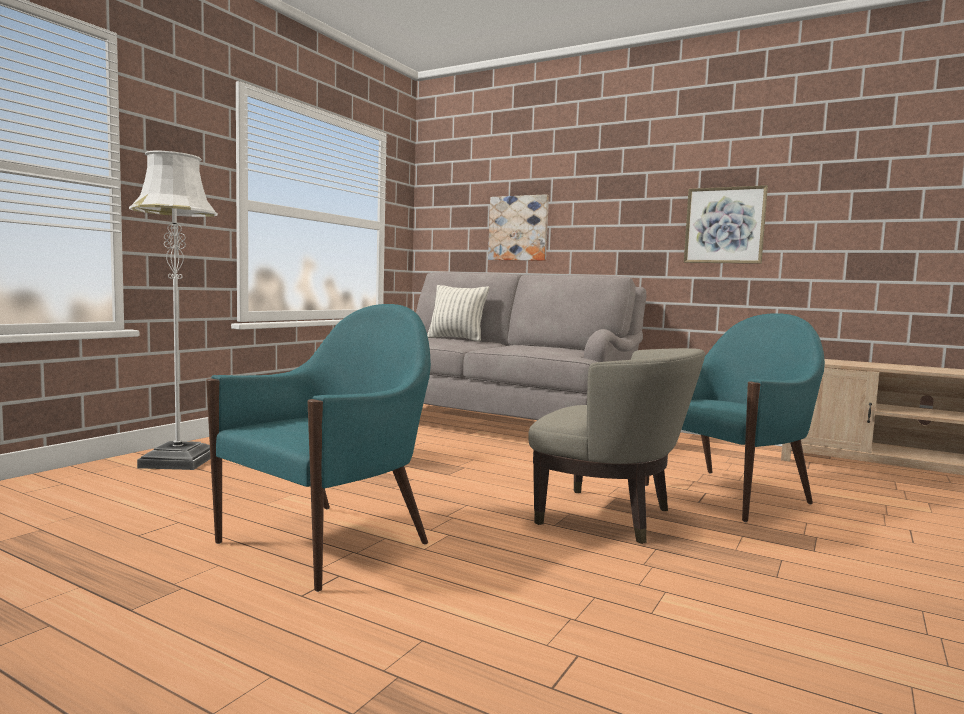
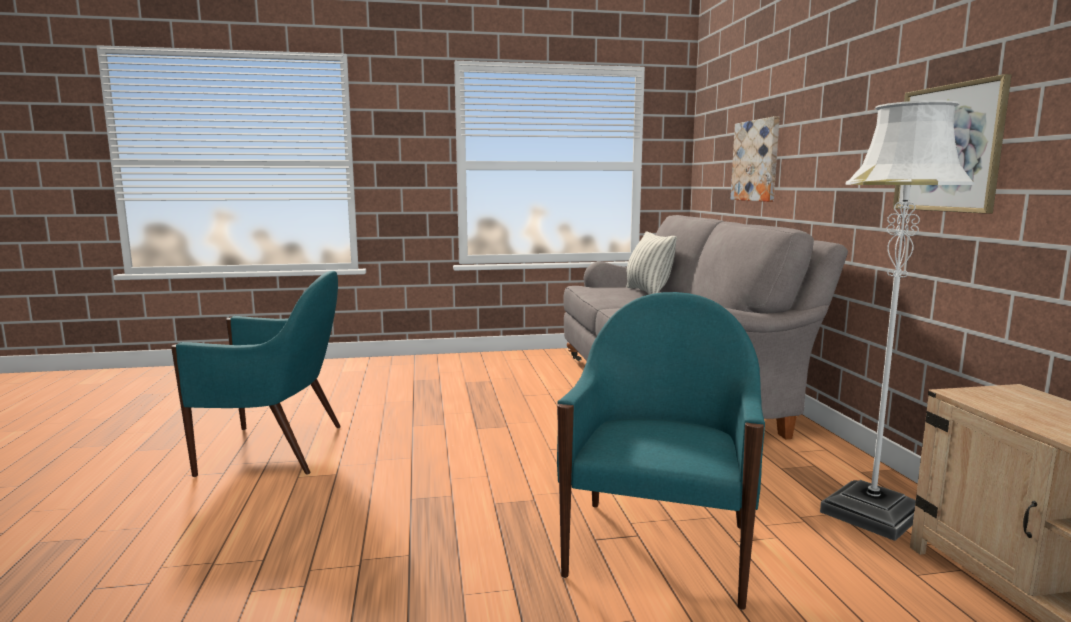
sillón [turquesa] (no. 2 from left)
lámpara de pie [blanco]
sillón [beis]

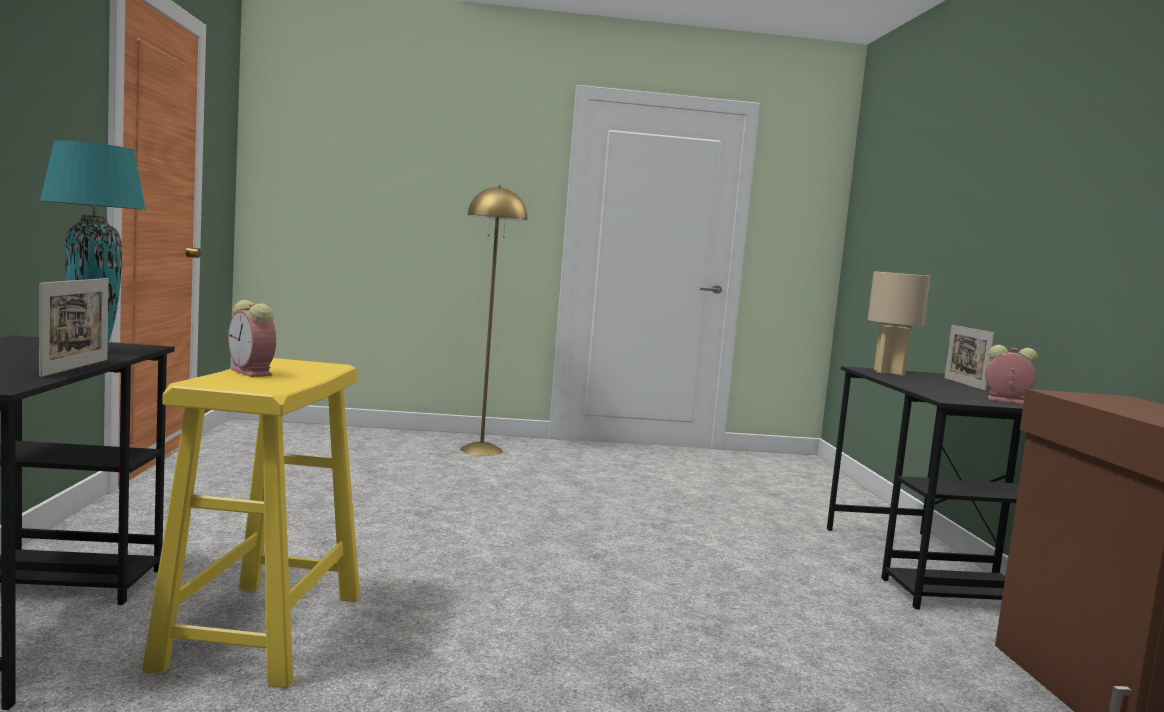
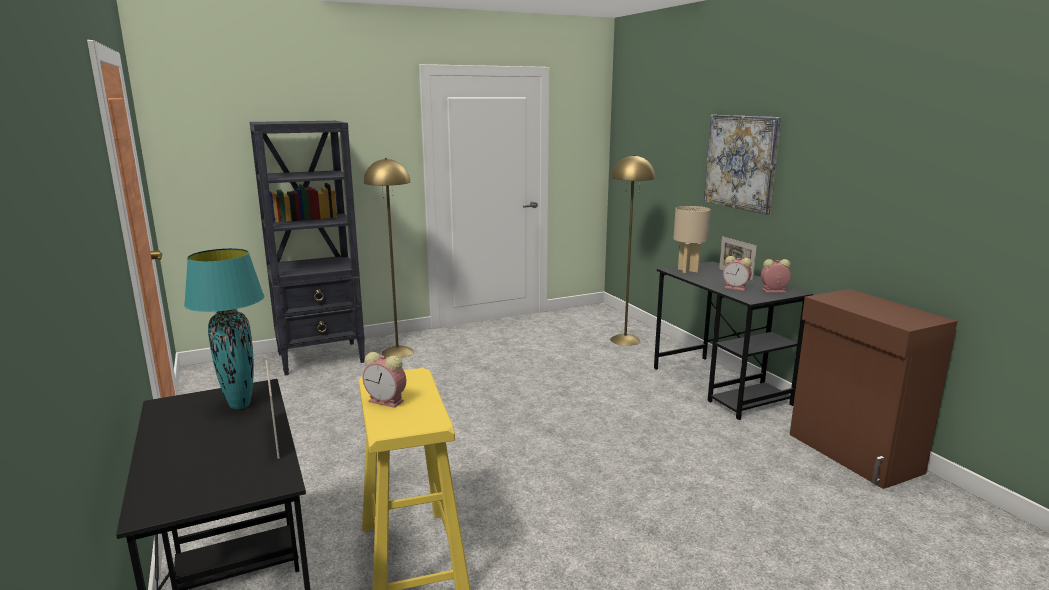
estantería [negro]
lámpara de pie [amarillo] (no. 2 from left)
cuadro
despertador (no. 2 from left)

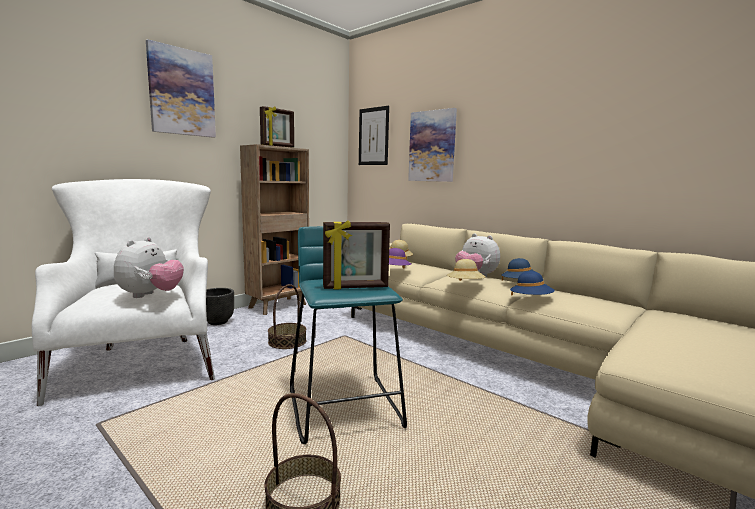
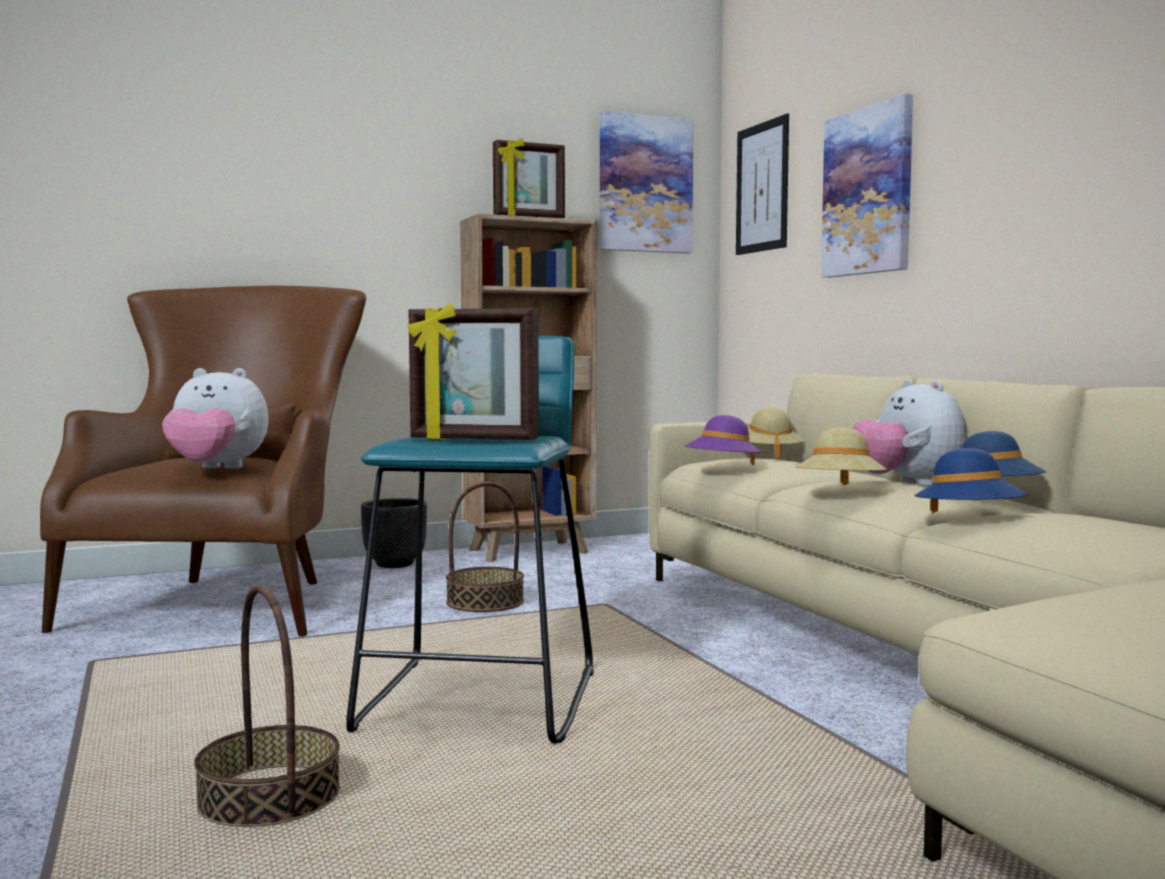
sillón [marrón]
peluche (no. 1 from left)
cuadro (no. 1 from left)

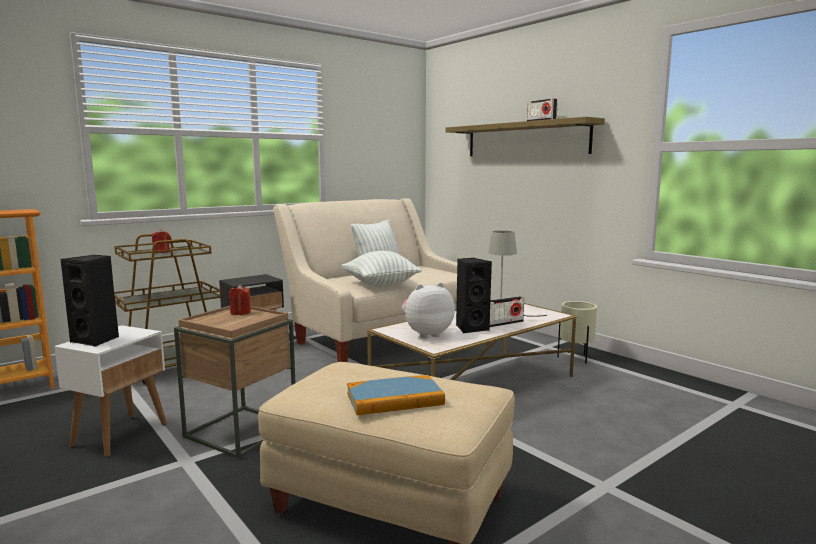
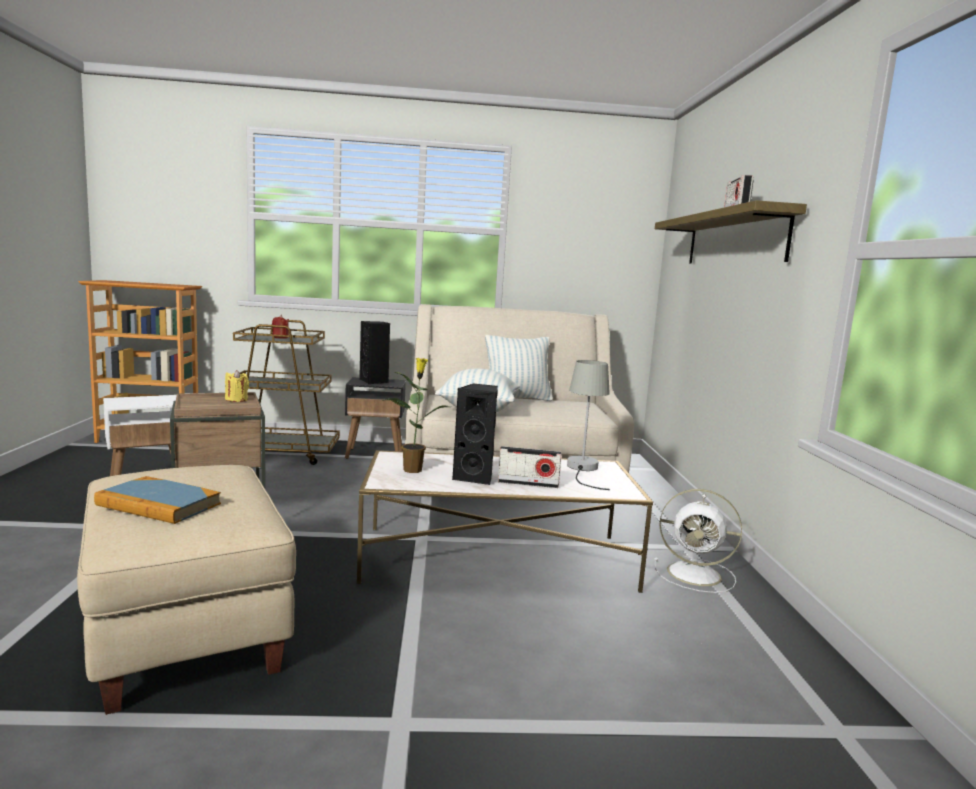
vela [amarillo]
altavoz [negro] (no. 1 from left)
planta en maceta
ventilador [blanco]

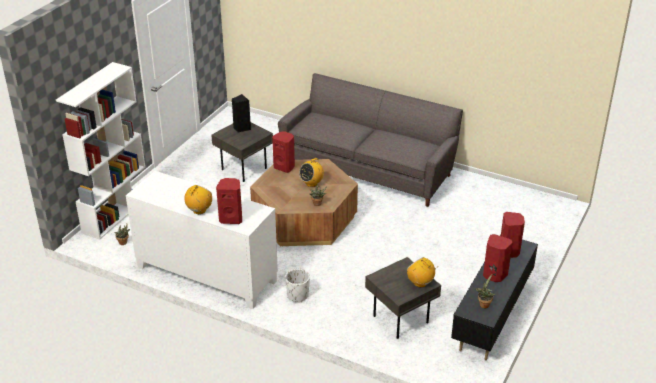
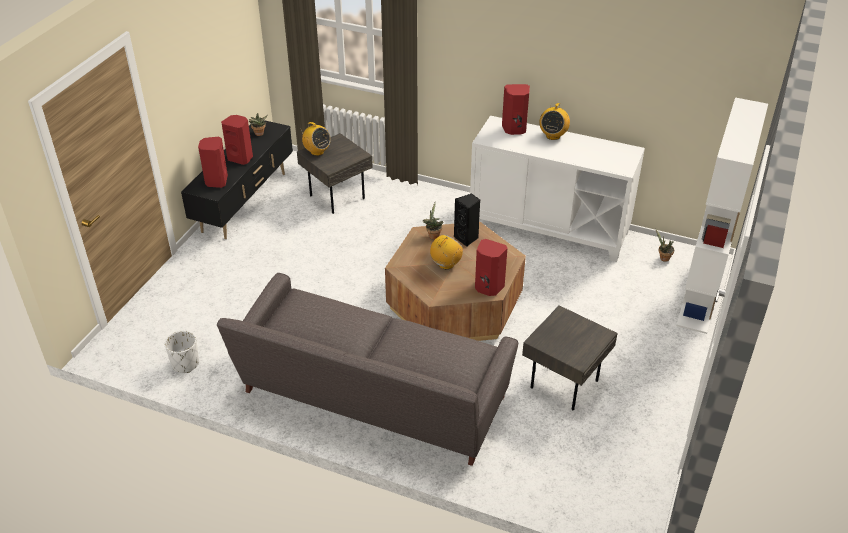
maceta [blanco]
altavoz [negro]

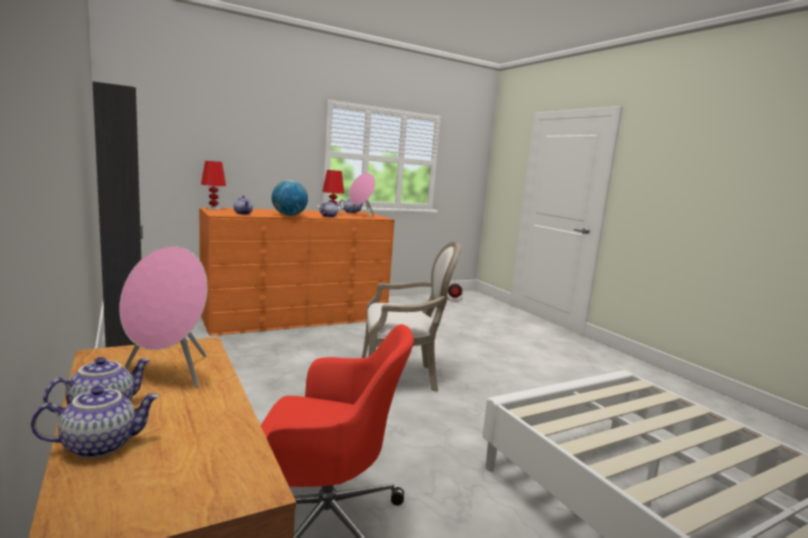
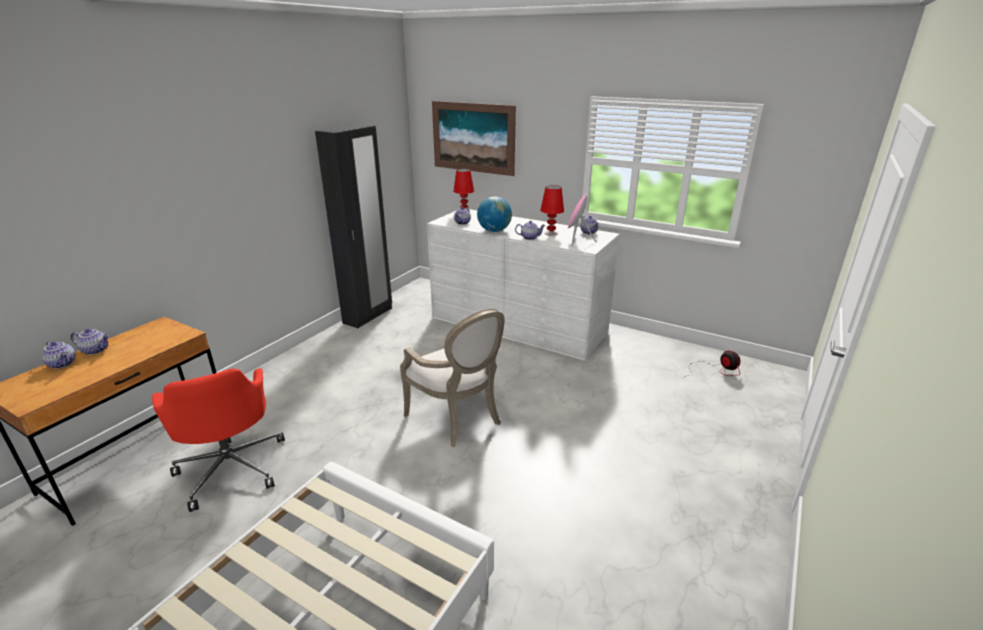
cómoda [blanco]
cuadro
altavoz [rosa] (no. 1 from left in the first image)

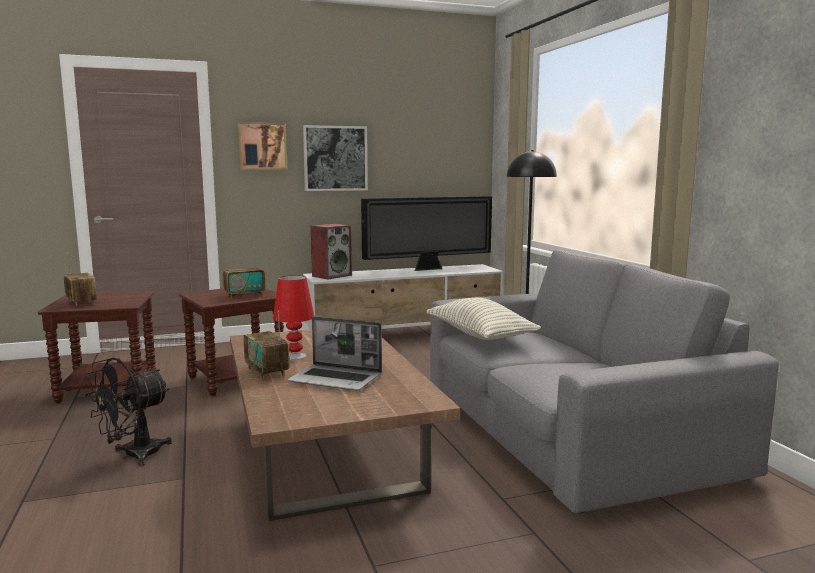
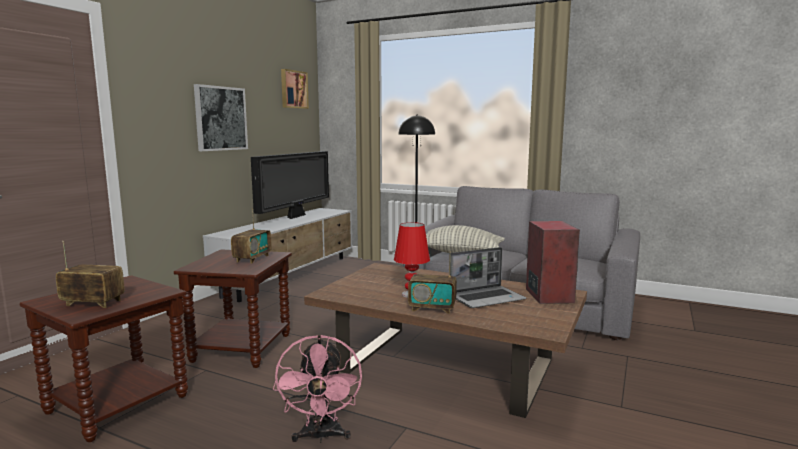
ventilador [rosa]
cuadro (no. 2 from left)
altavoz

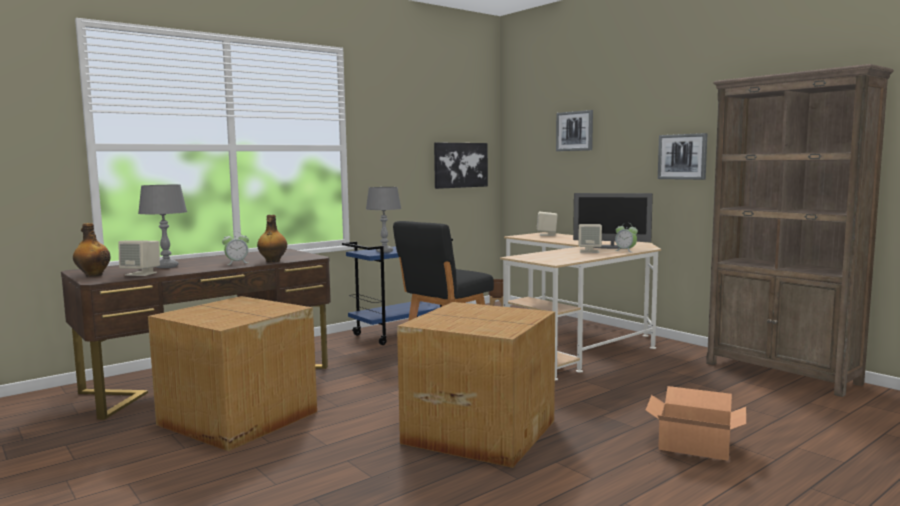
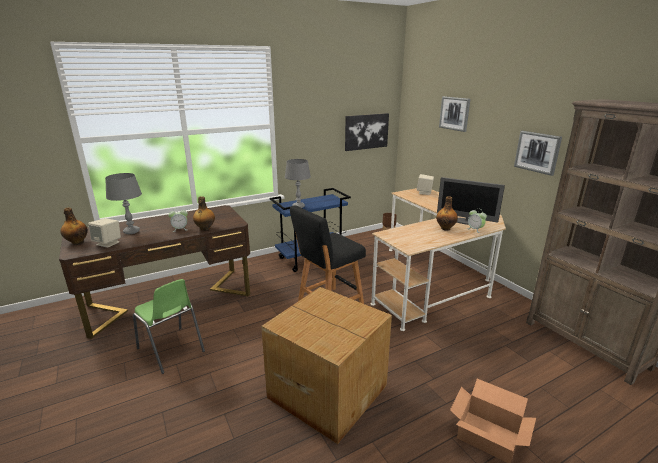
silla [verde]
botella (no. 3 from left)

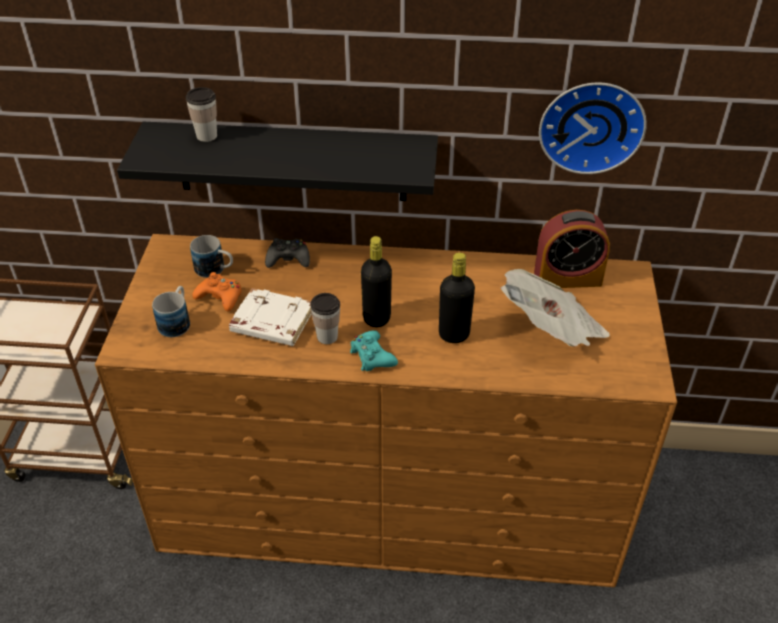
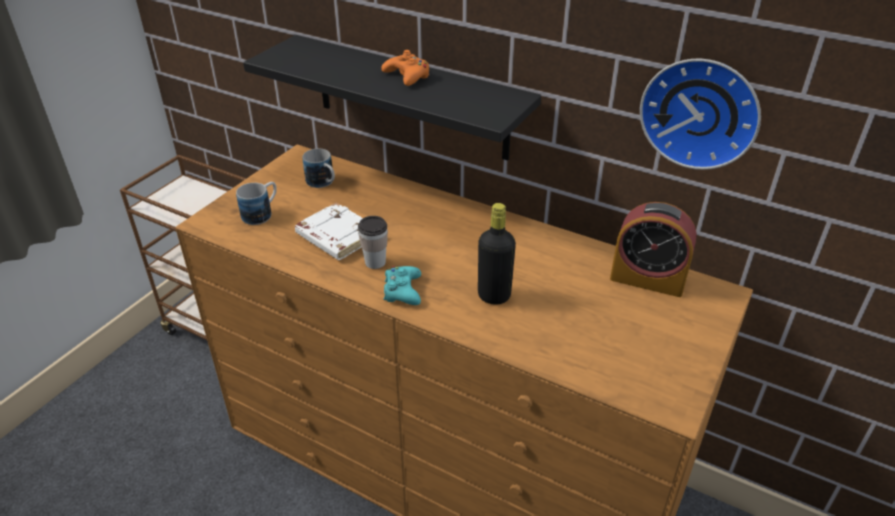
mando de consola [naranja]
taza (no. 1 from left in the first image)
mando de consola [negro]
botella [negro] (no. 1 from left in the first image)
periódico

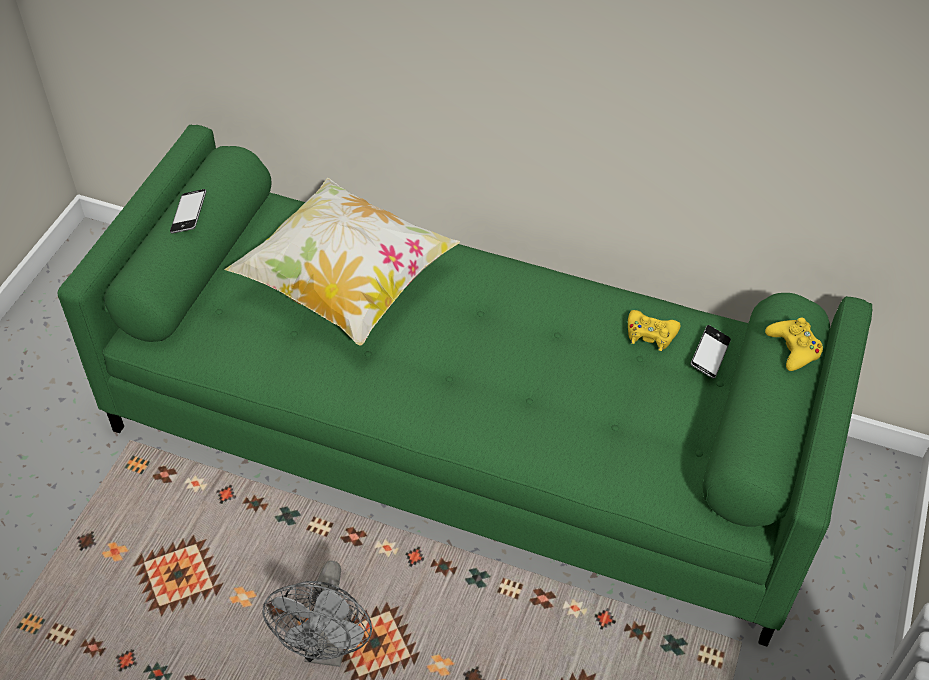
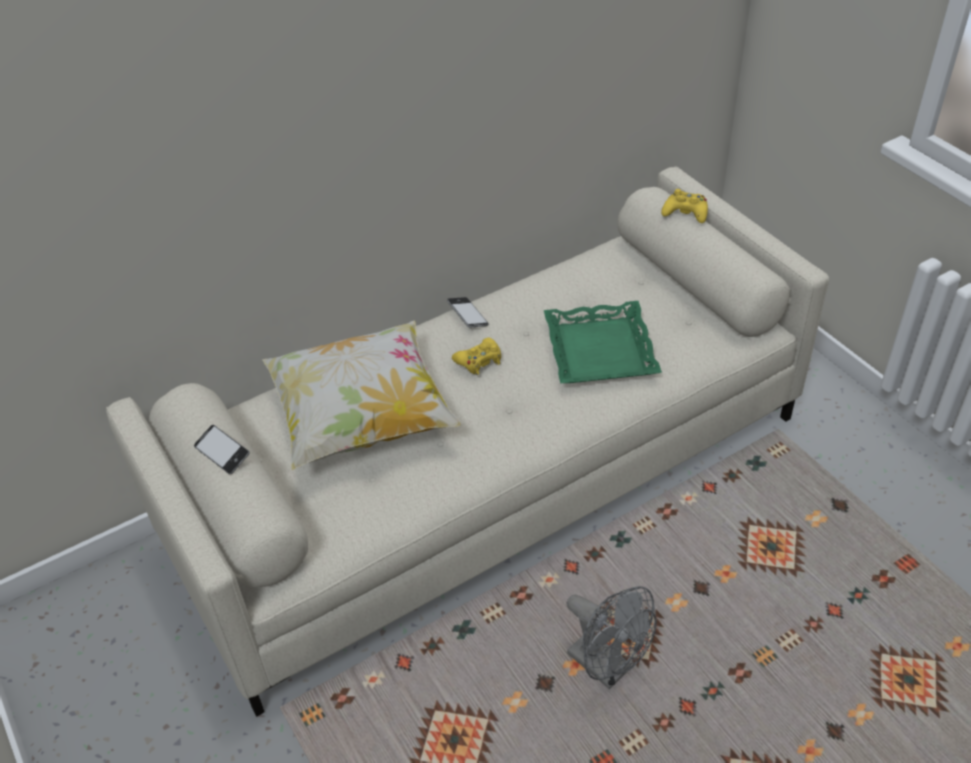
sofá [beis]
móvil (no. 2 from left)
mando de consola [amarillo] (no. 1 from left)
bandeja [verde]

